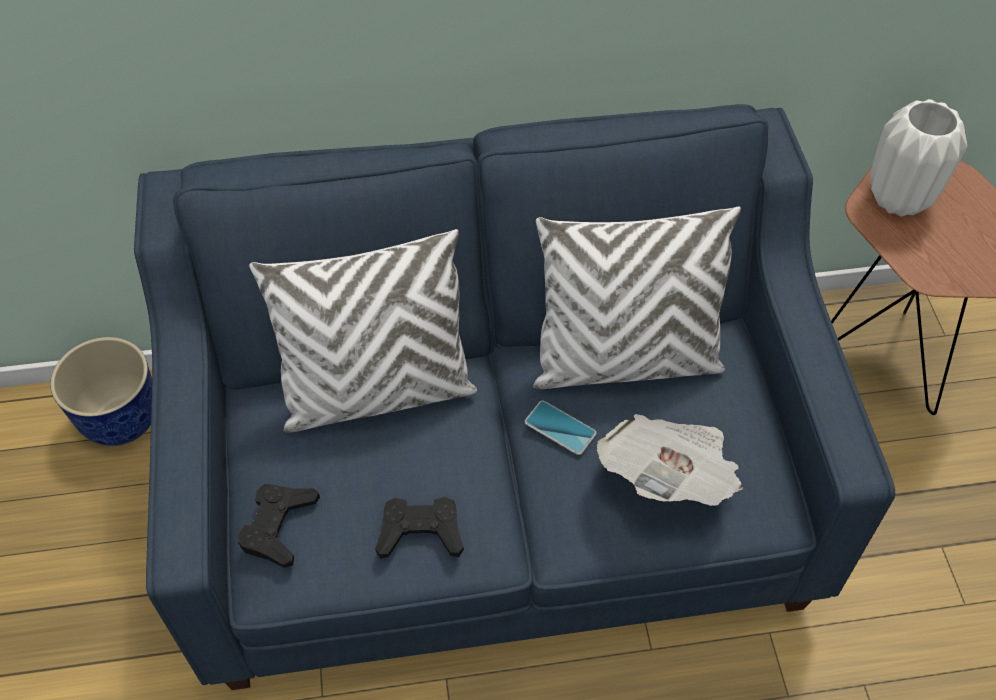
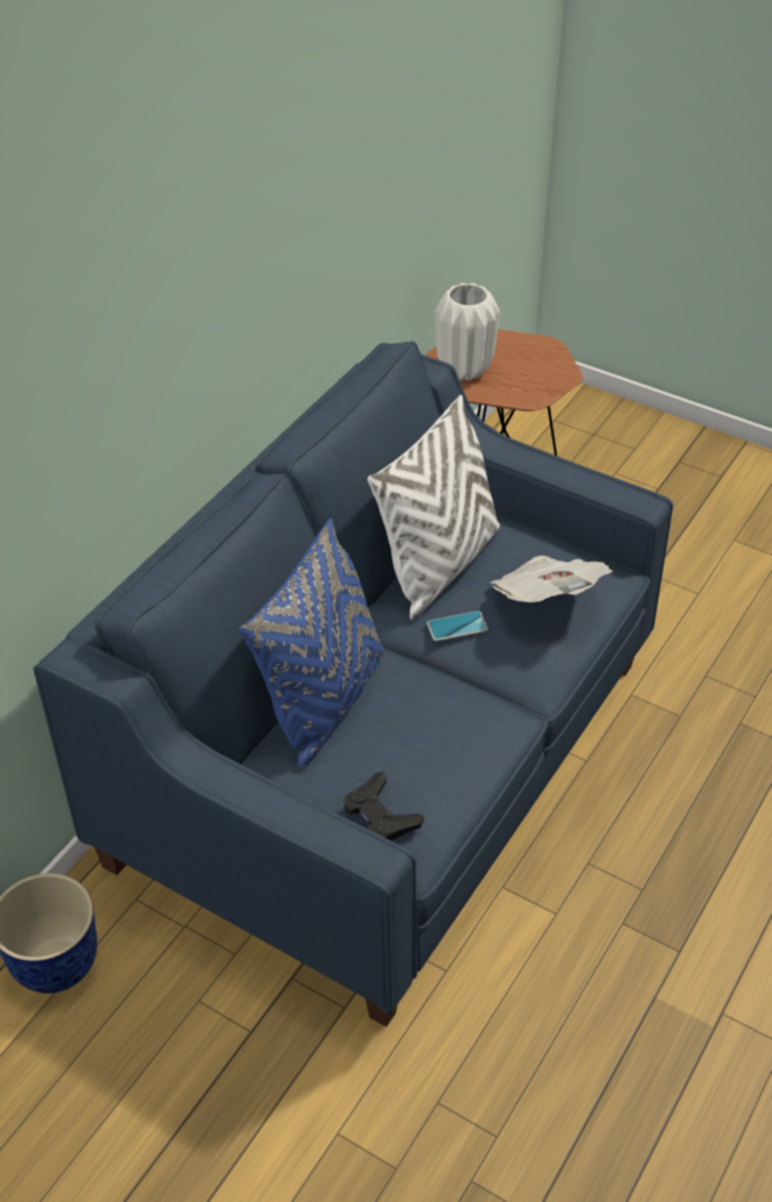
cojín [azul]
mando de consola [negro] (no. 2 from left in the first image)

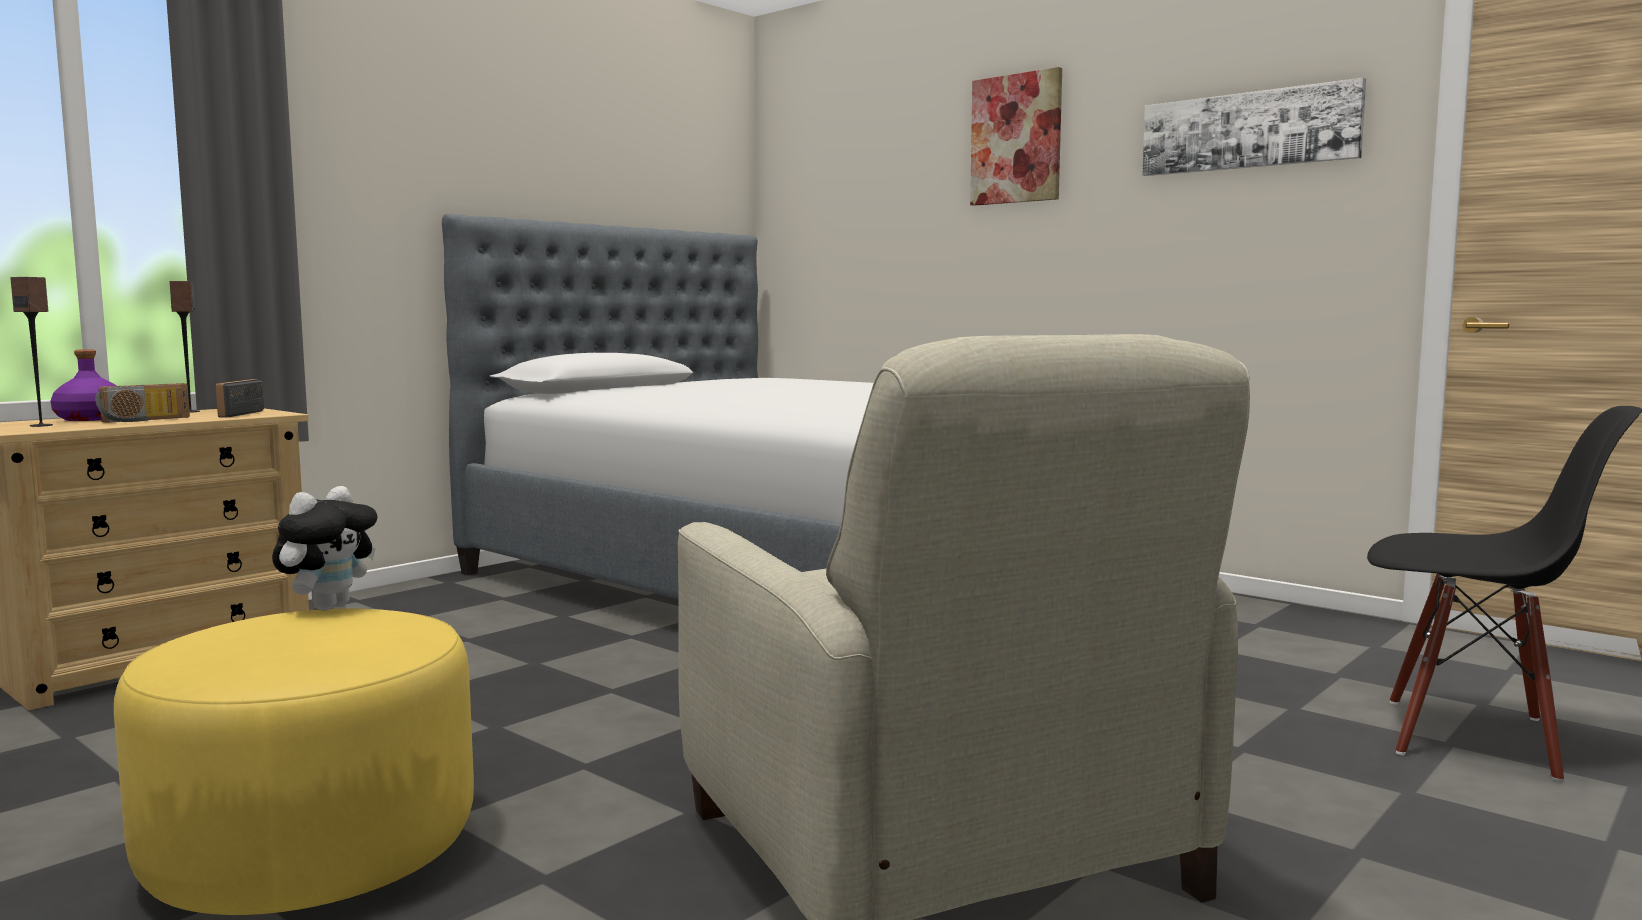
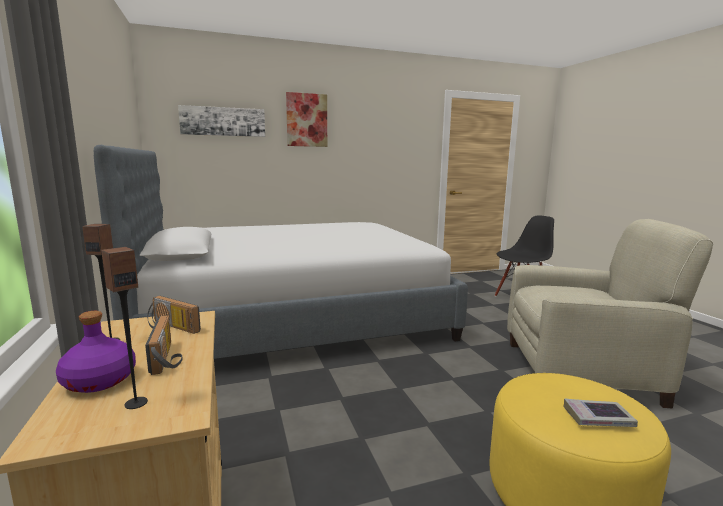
cuadro (no. 1 from left)
libro
peluche

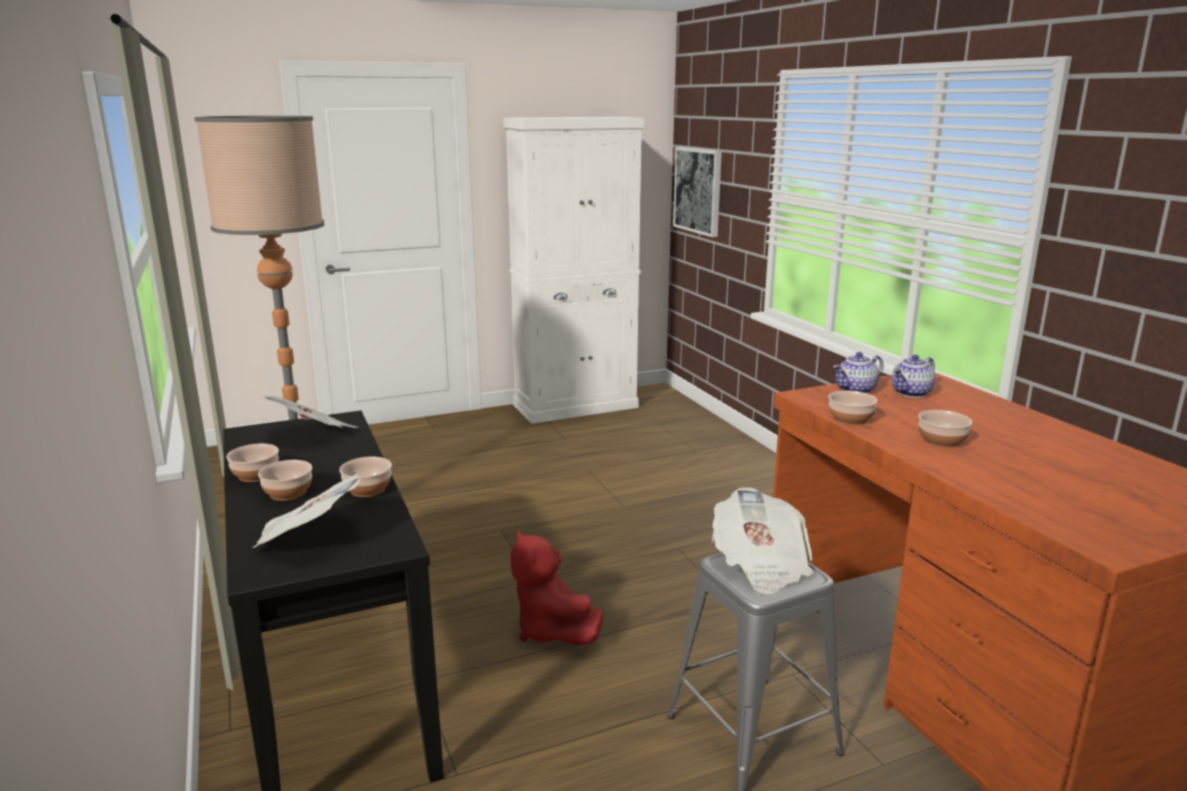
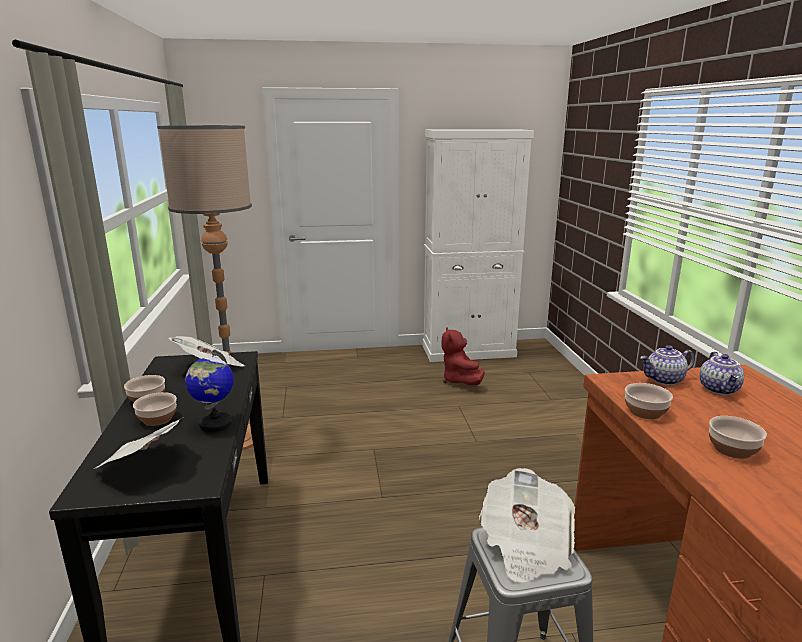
globo terráqueo
peluche [rojo]
tetera (no. 2 from left)
cuadro

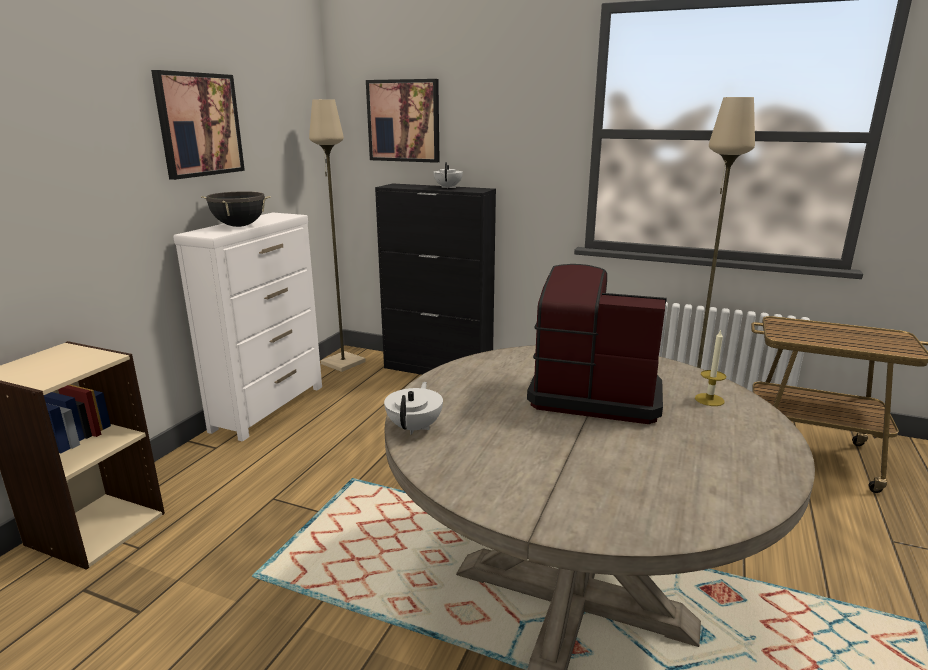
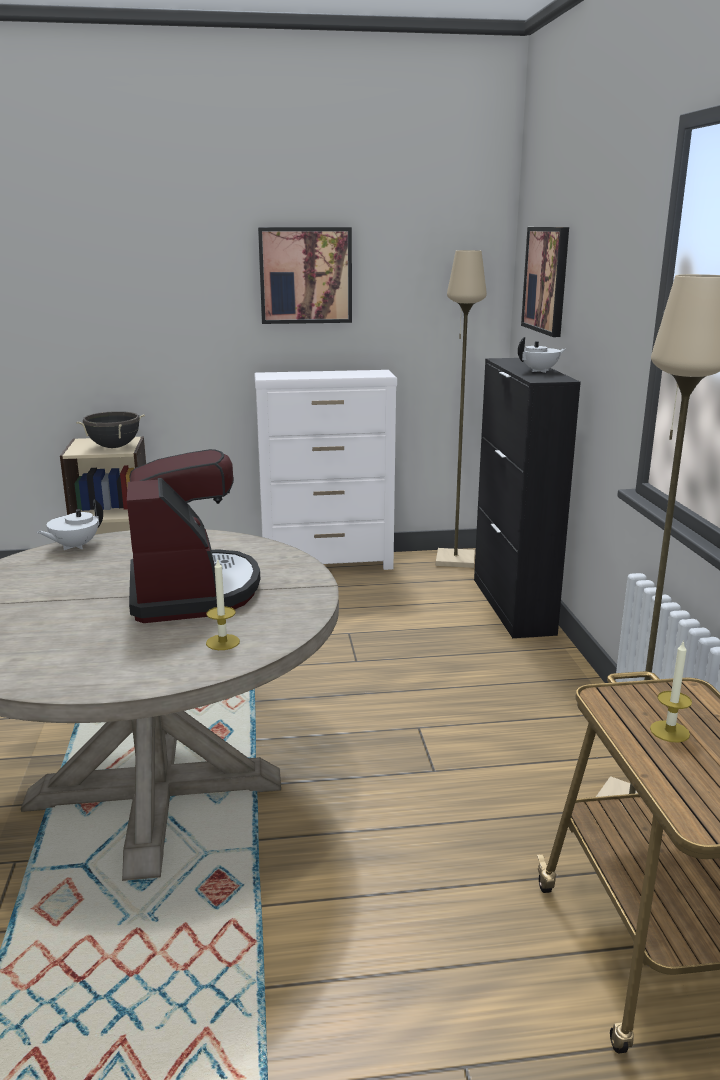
tetera [blanco] (no. 1 from left)
olla [negro]
vela (no. 2 from left)

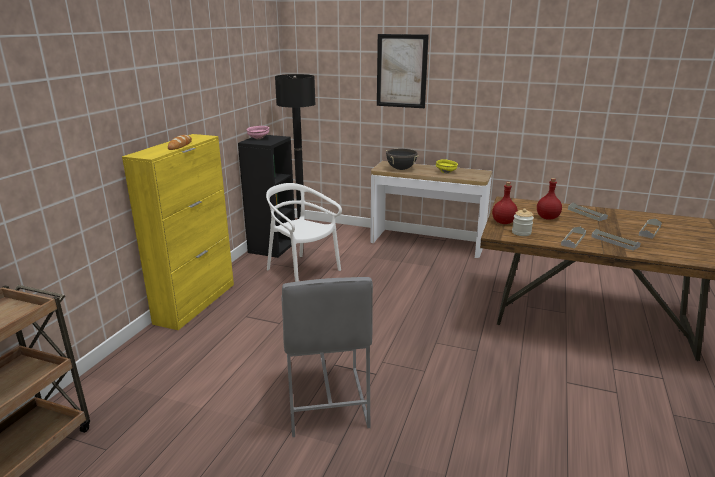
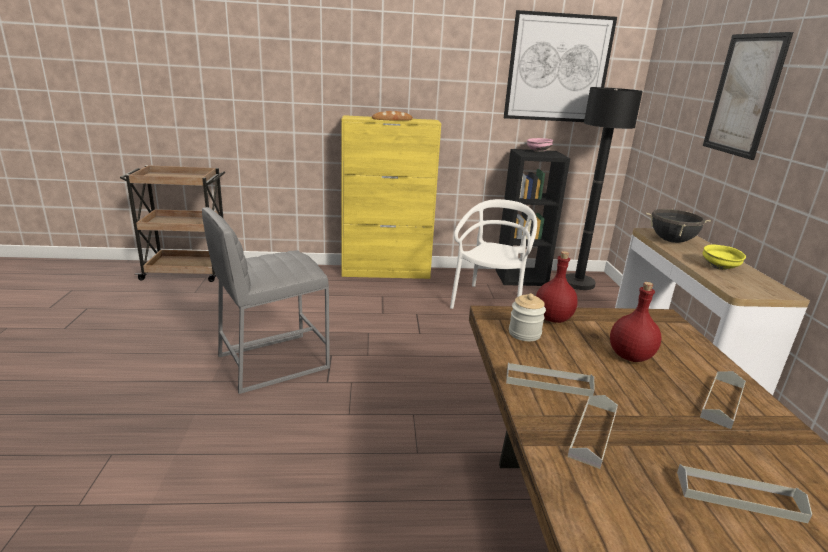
cuadro (no. 1 from left)

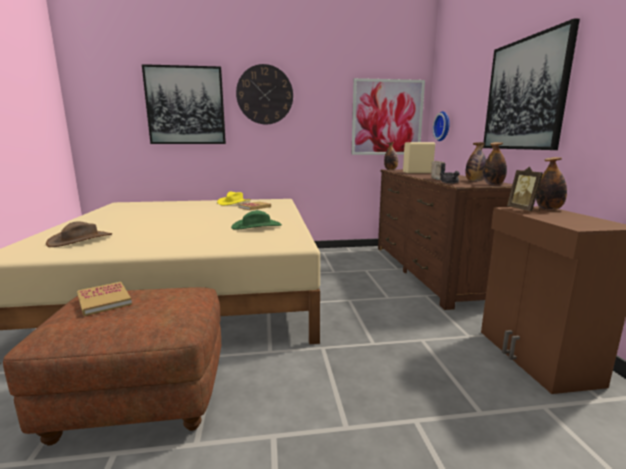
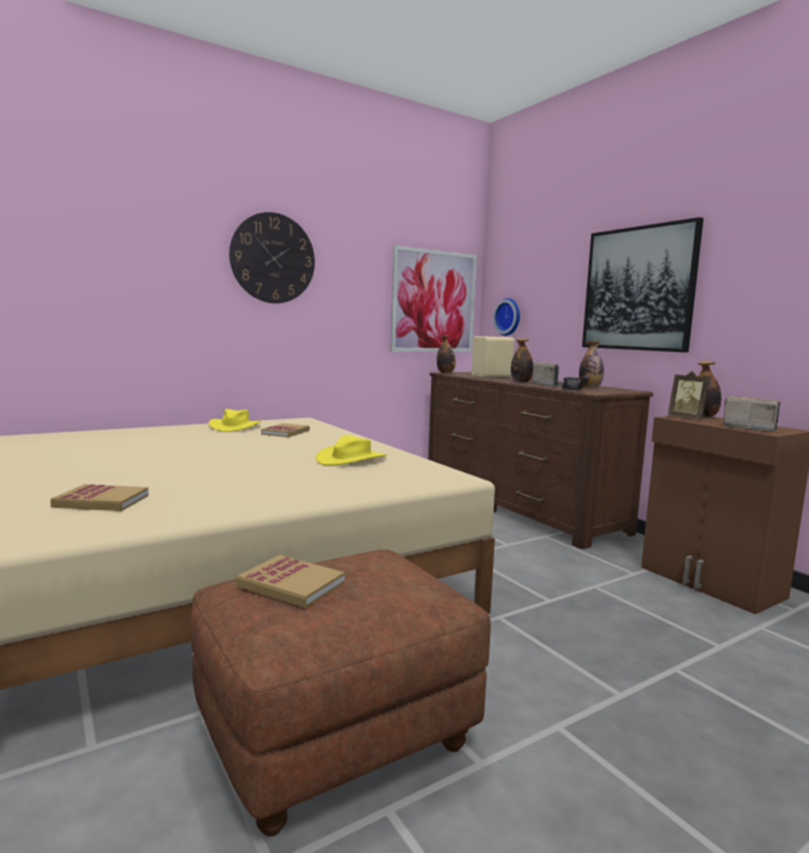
libro (no. 1 from left)
sombrero [amarillo] (no. 2 from left)
botella (no. 2 from left)
radio (no. 2 from left)
cuadro (no. 1 from left in the first image)

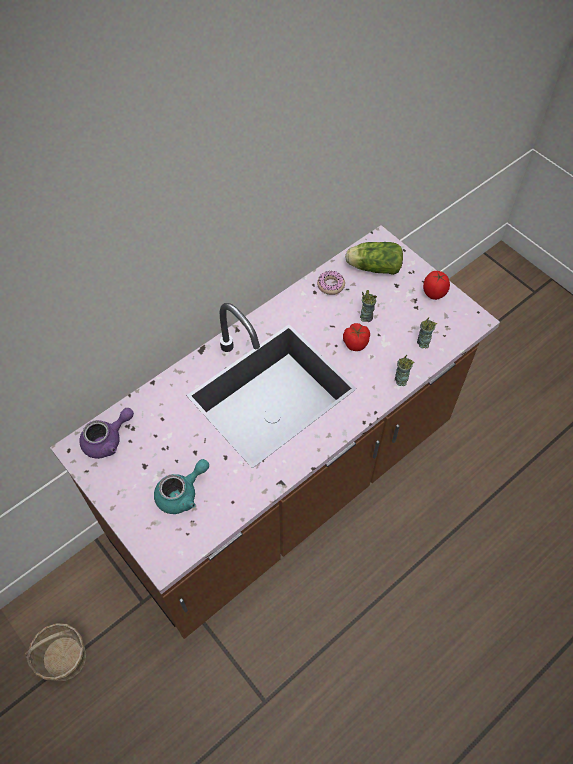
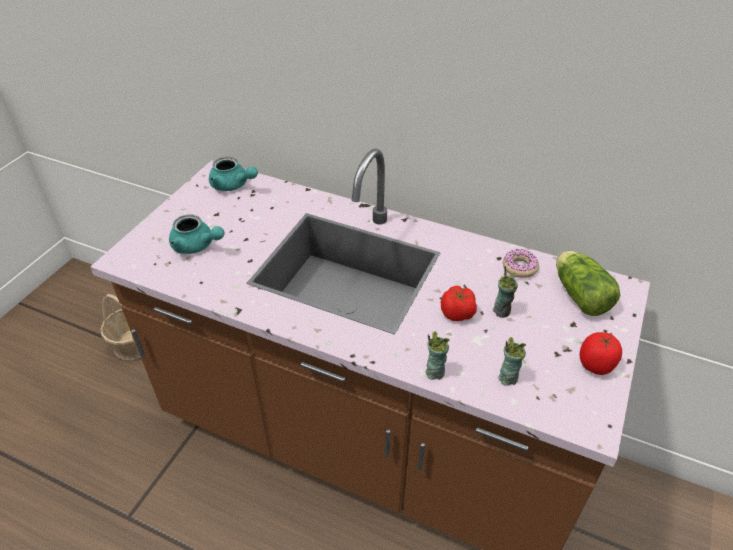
tetera [turquesa] (no. 2 from left)

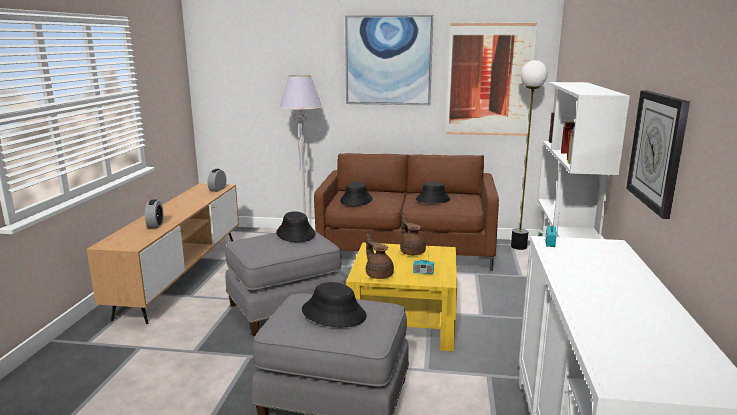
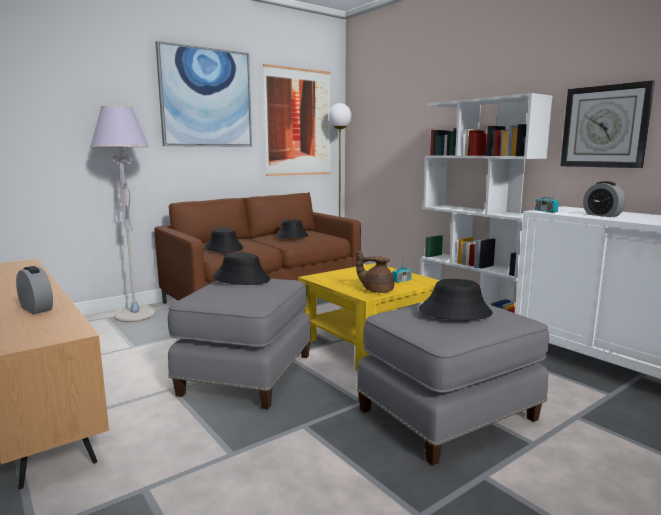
despertador (no. 2 from left)
tetera [marrón] (no. 2 from left in the first image)

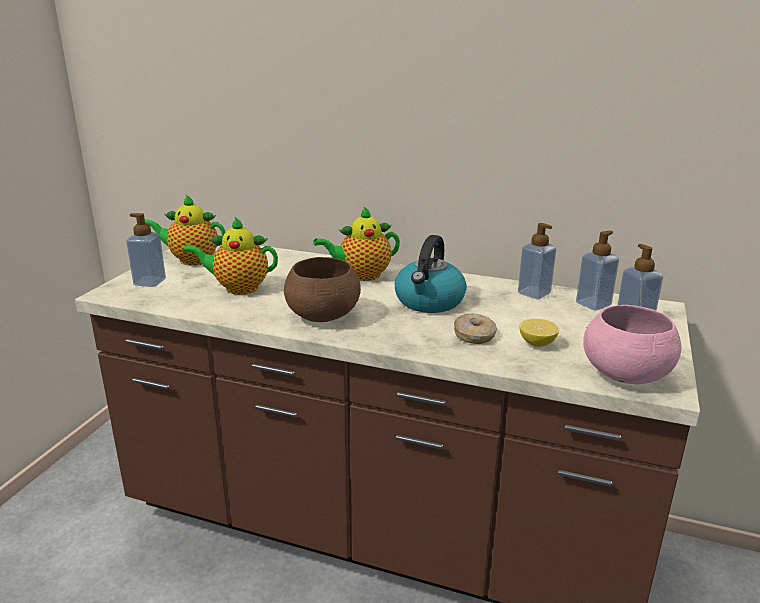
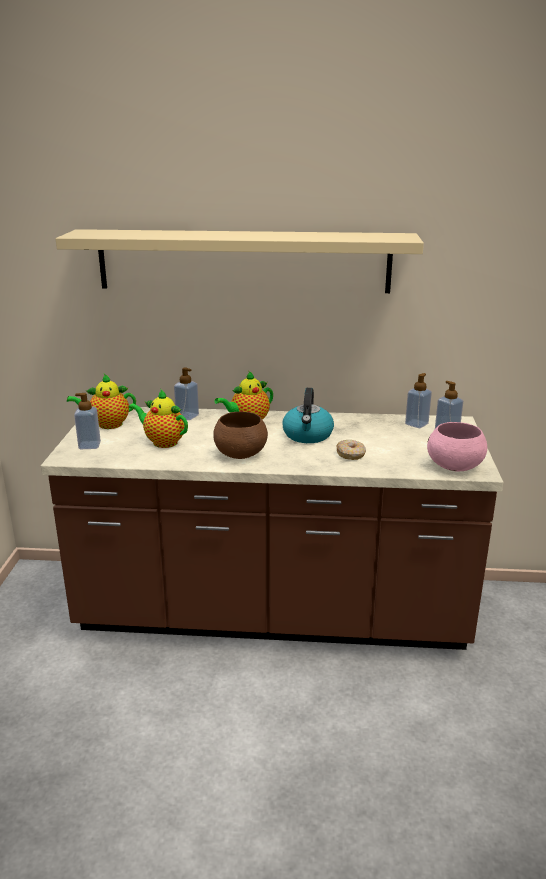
estante [beis]
tetera (no. 2 from left)
dispensador de jabón (no. 2 from left)
limón

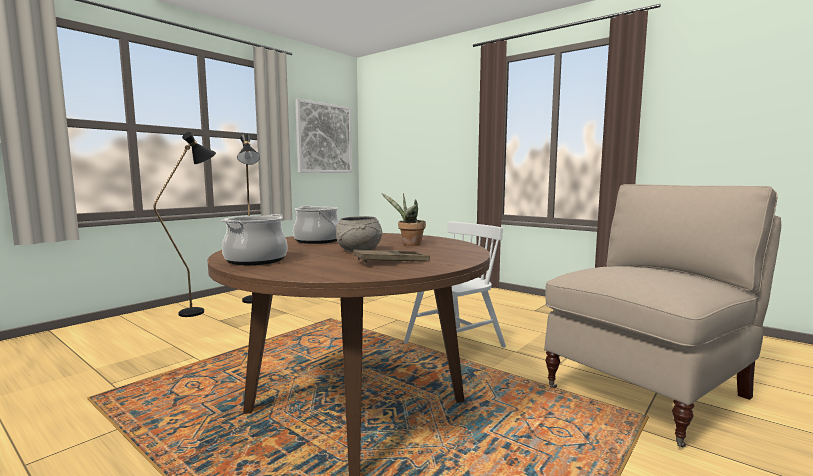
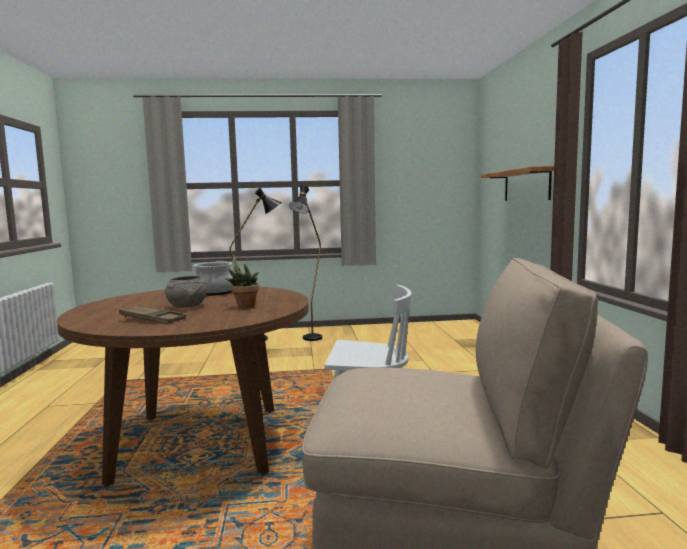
estante
olla (no. 1 from left in the first image)
cuadro

